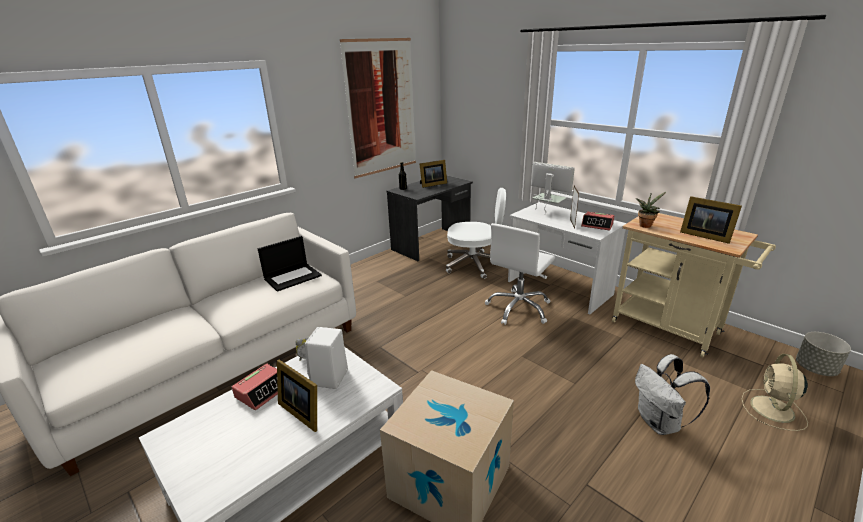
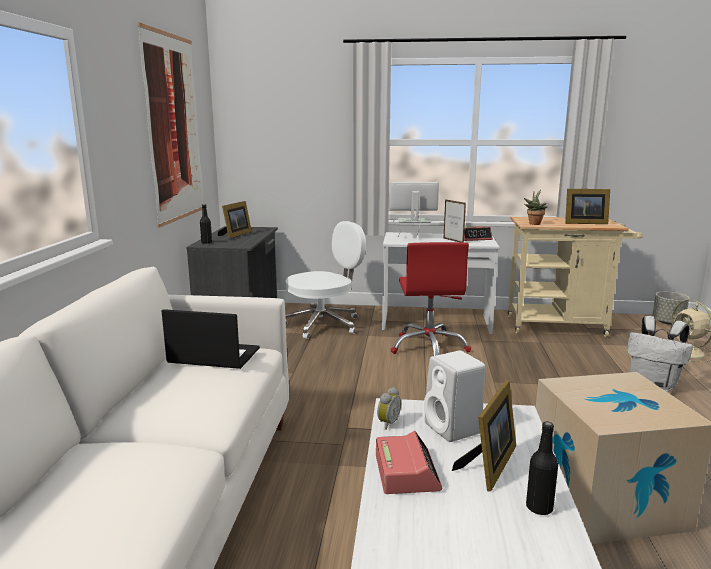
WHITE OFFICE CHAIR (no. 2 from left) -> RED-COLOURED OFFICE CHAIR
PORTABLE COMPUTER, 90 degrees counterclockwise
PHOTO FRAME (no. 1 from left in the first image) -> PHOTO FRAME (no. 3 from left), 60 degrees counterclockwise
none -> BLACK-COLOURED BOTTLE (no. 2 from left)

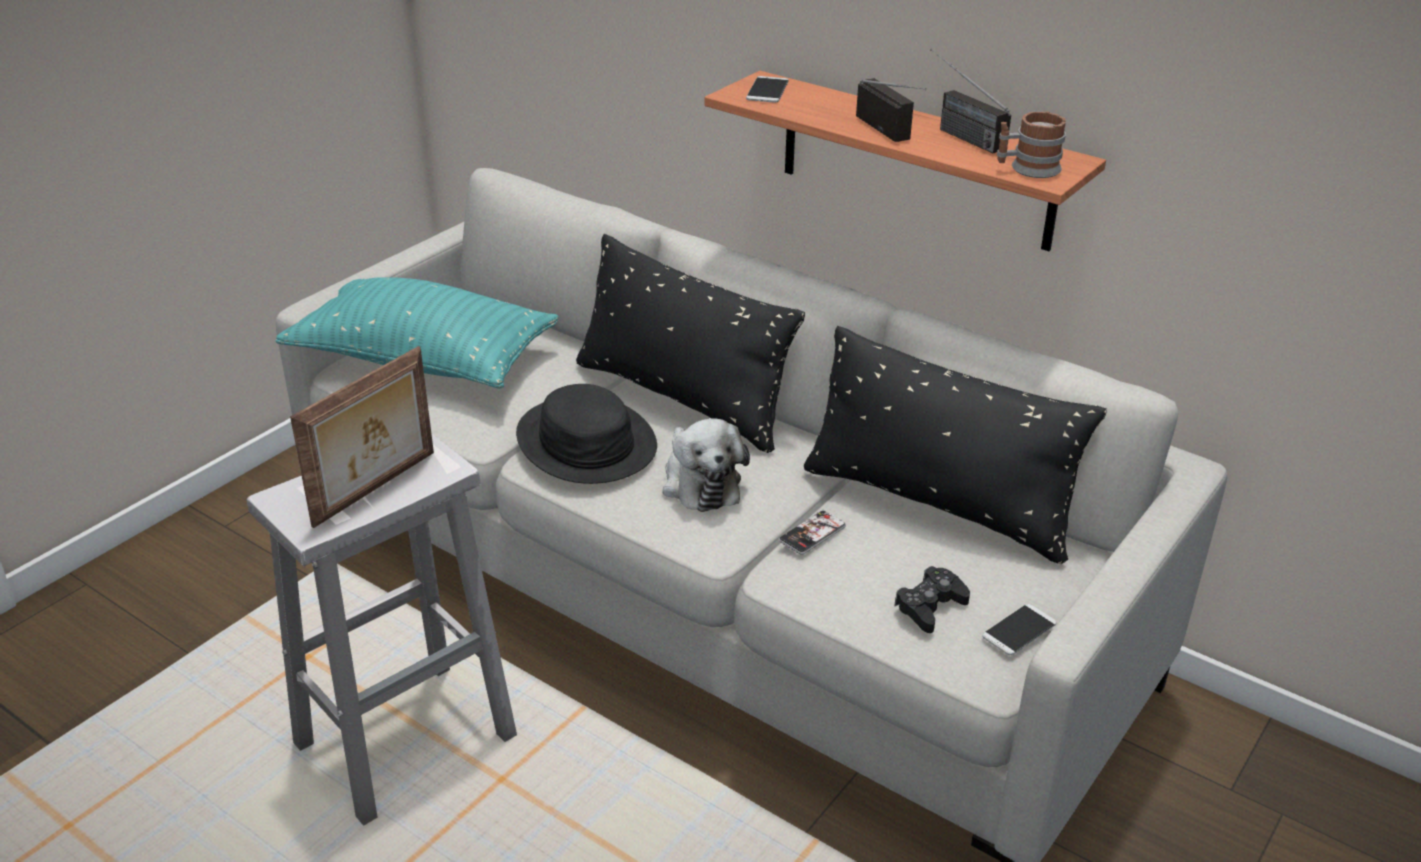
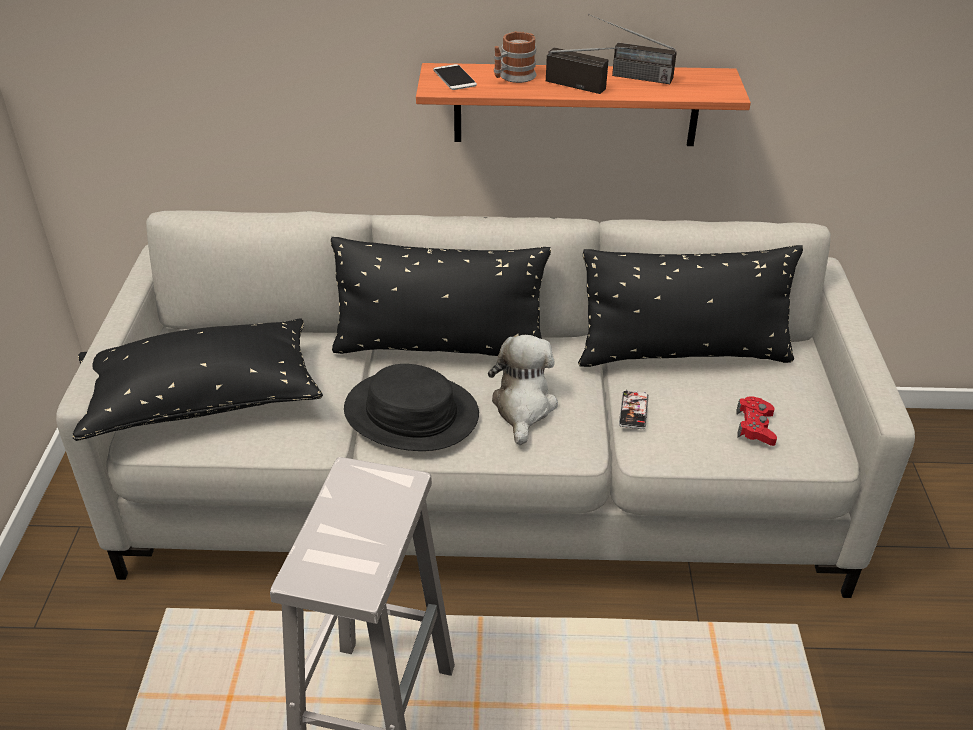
COFFEE MUG, relocated
BLUE-GREEN THROW PILLOW -> BLACK-COLOURED THROW PILLOW (no. 1 from left)
PHOTO FRAME -> none
CUDDLY TOY, 120 degrees counterclockwise
BLACK-COLOURED GAME CONTROLLER -> RED-COLOURED GAME CONTROLLER
PHONE (no. 3 from left) -> none

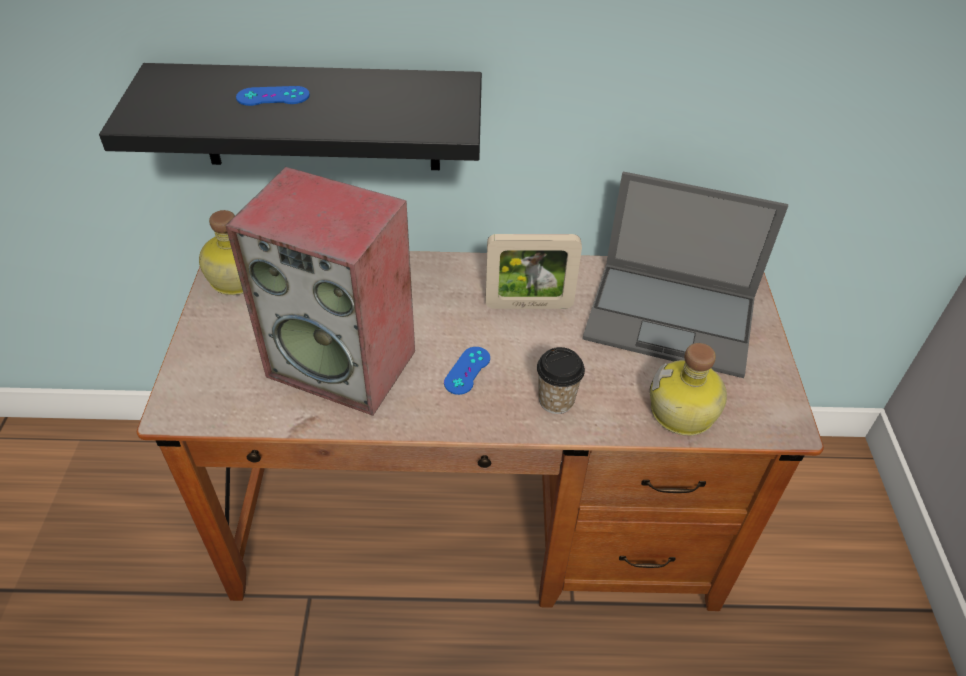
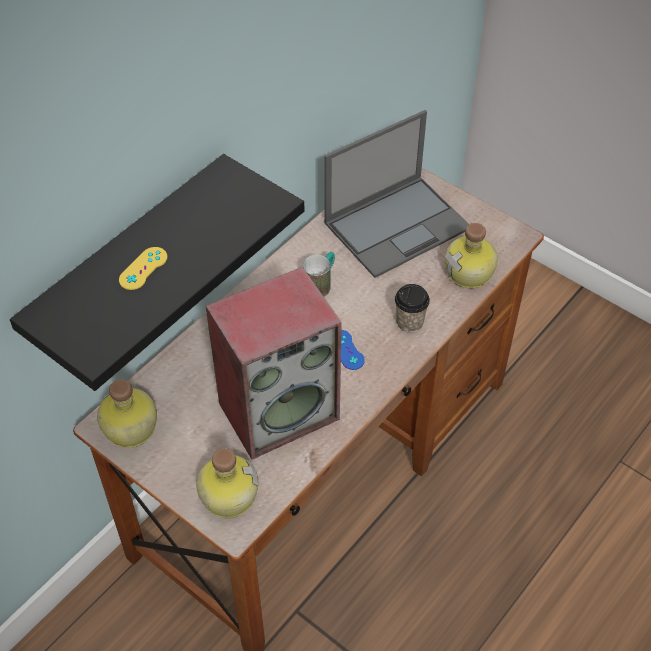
BLUE GAME CONTROLLER (no. 1 from left) -> YELLOW-COLOURED GAME CONTROLLER
PHOTO FRAME -> COFFEE MUG
none -> BOTTLE (no. 2 from left)

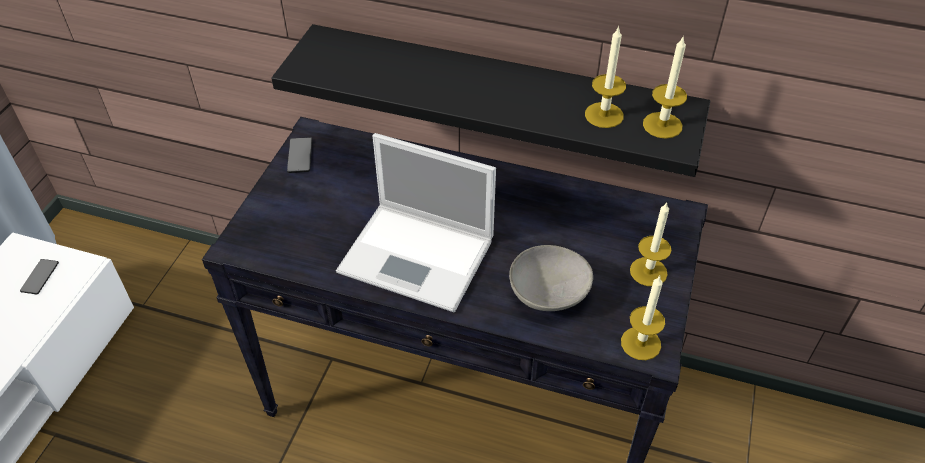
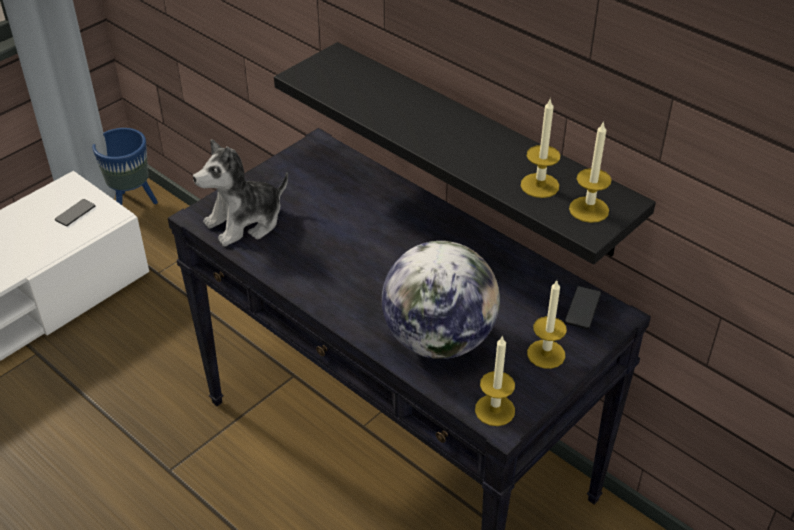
PORTABLE COMPUTER -> none
PHONE (no. 2 from left), relocated
GREYISH BOWL -> DESK GLOBE
none -> BLUE FLOWER POT
none -> CUDDLY TOY

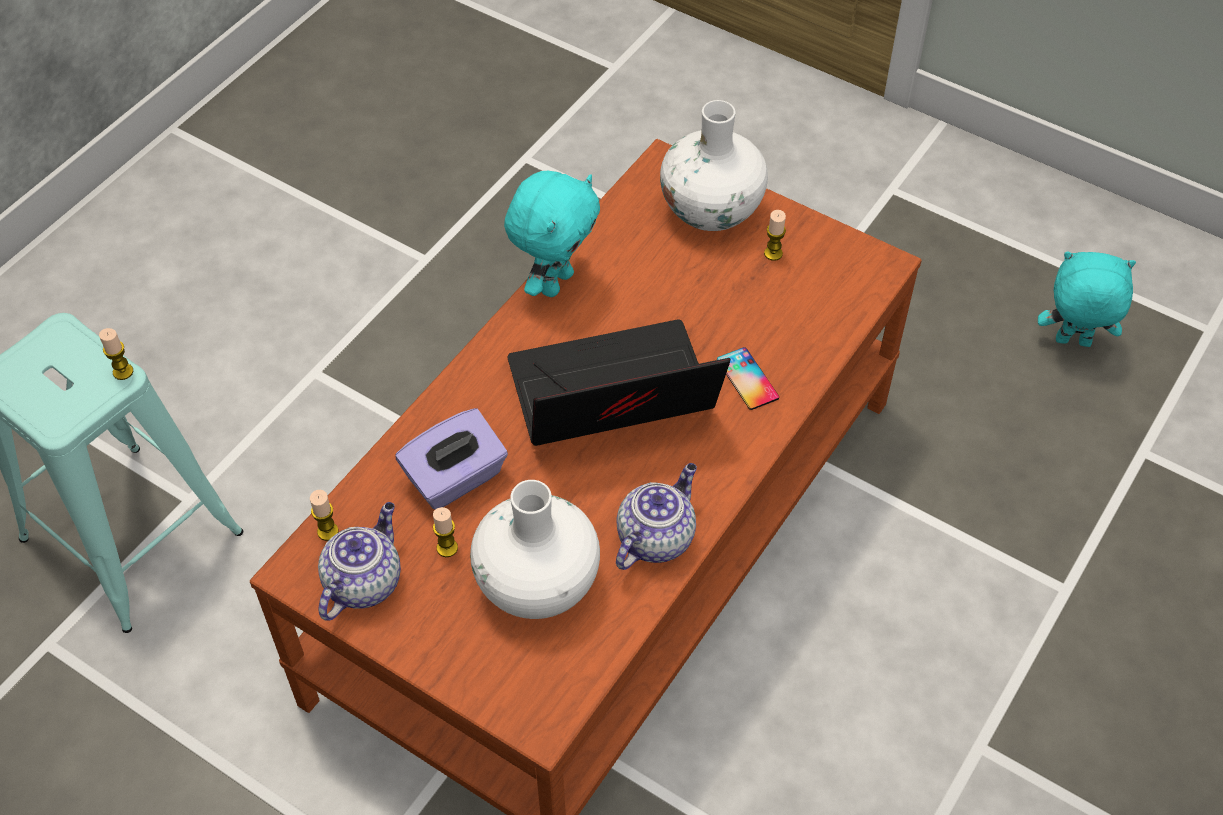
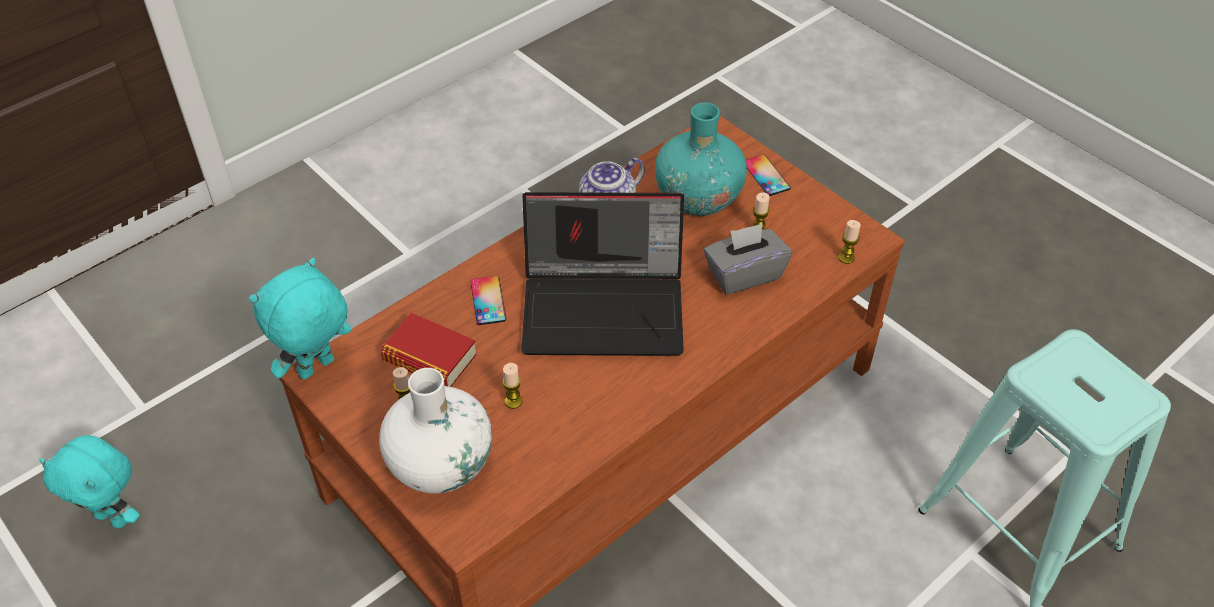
BLUE-GREEN CUDDLY TOY (no. 1 from left in the first image) -> BLUE-GREEN CUDDLY TOY (no. 2 from left), relocated
WAX CANDLE (no. 1 from left in the first image) -> WAX CANDLE (no. 2 from left), relocated
PURPLE TISSUE BOX -> GREYISH TISSUE BOX
WHITE FLOWER VASE (no. 1 from left) -> BLUE-GREEN FLOWER VASE
POT FOR TEA (no. 1 from left) -> none
none -> PHONE (no. 2 from left)
none -> VOLUME

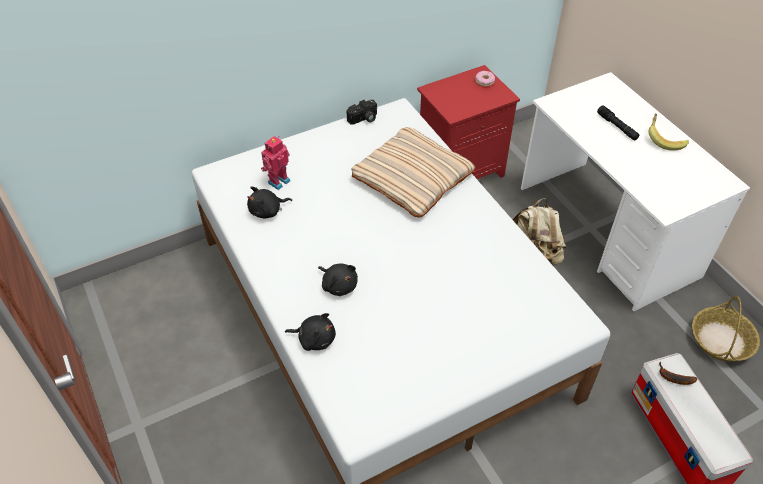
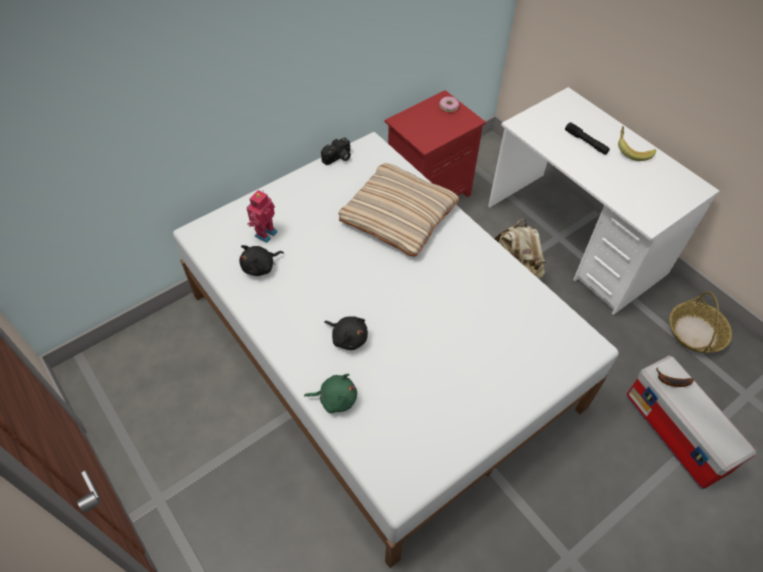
BLACK-COLOURED CUDDLY TOY (no. 2 from left) -> GREEN CUDDLY TOY

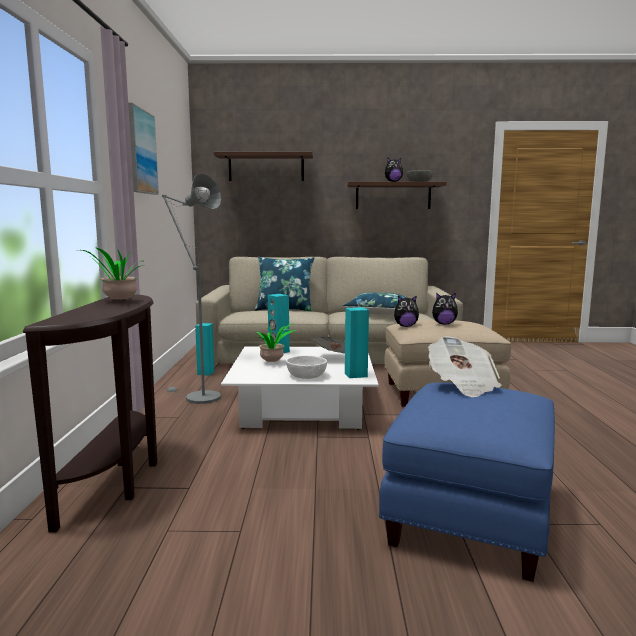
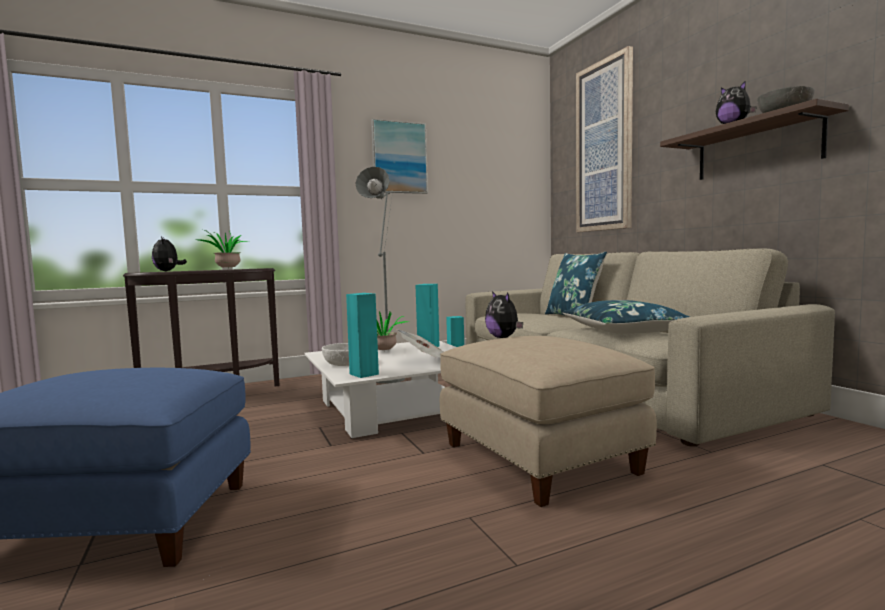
SHELF (no. 1 from left) -> WALL PICTURE (no. 2 from left)
CUDDLY TOY (no. 3 from left in the first image) -> CUDDLY TOY (no. 1 from left), relocated
PRINTED PAPER (no. 2 from left) -> none

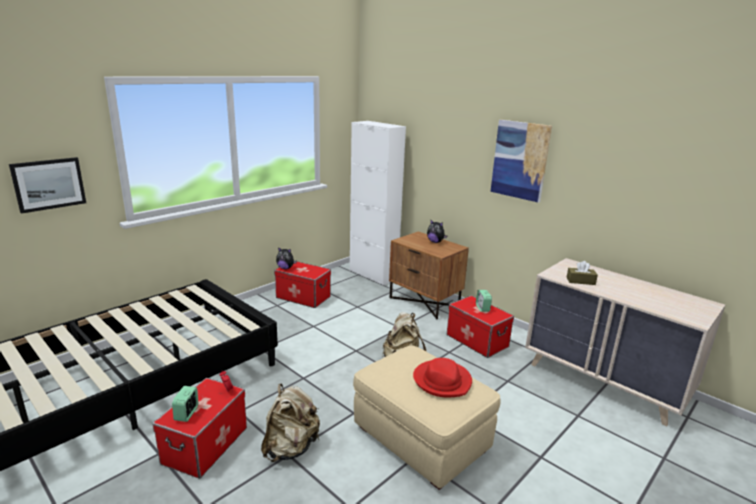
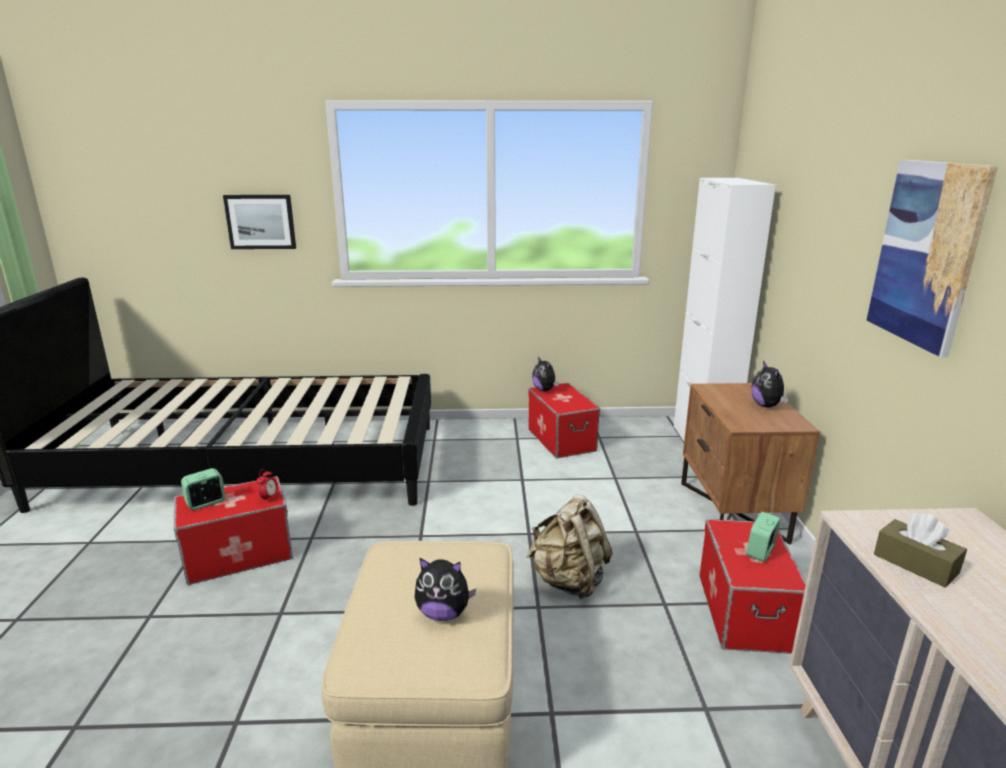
RED-COLOURED HAT -> CUDDLY TOY (no. 1 from left)
BEIGE BACKPACK (no. 1 from left) -> none

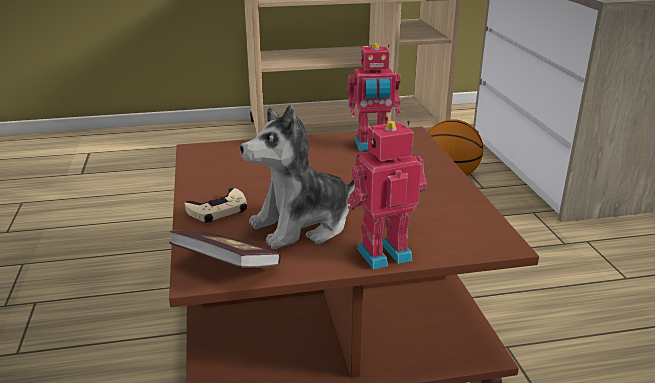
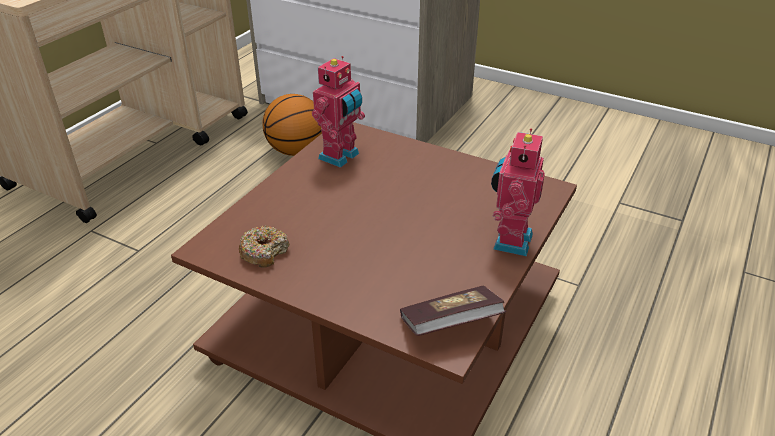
CUDDLY TOY -> none
BEIGE GAME CONTROLLER -> none
none -> RING DOUGHNUT

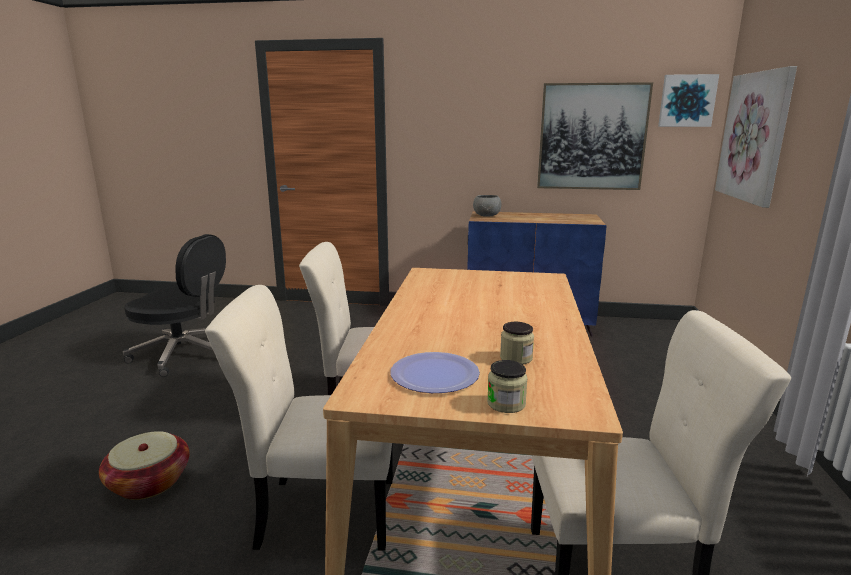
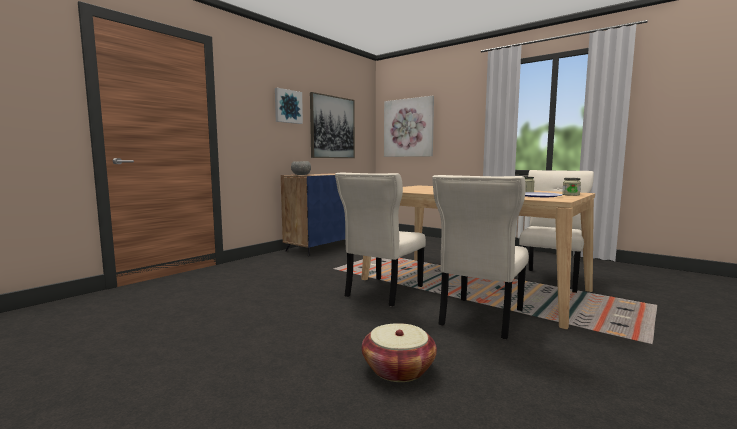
WALL PICTURE (no. 2 from left in the first image) -> WALL PICTURE (no. 1 from left), relocated
BLACK-COLOURED OFFICE CHAIR -> none

